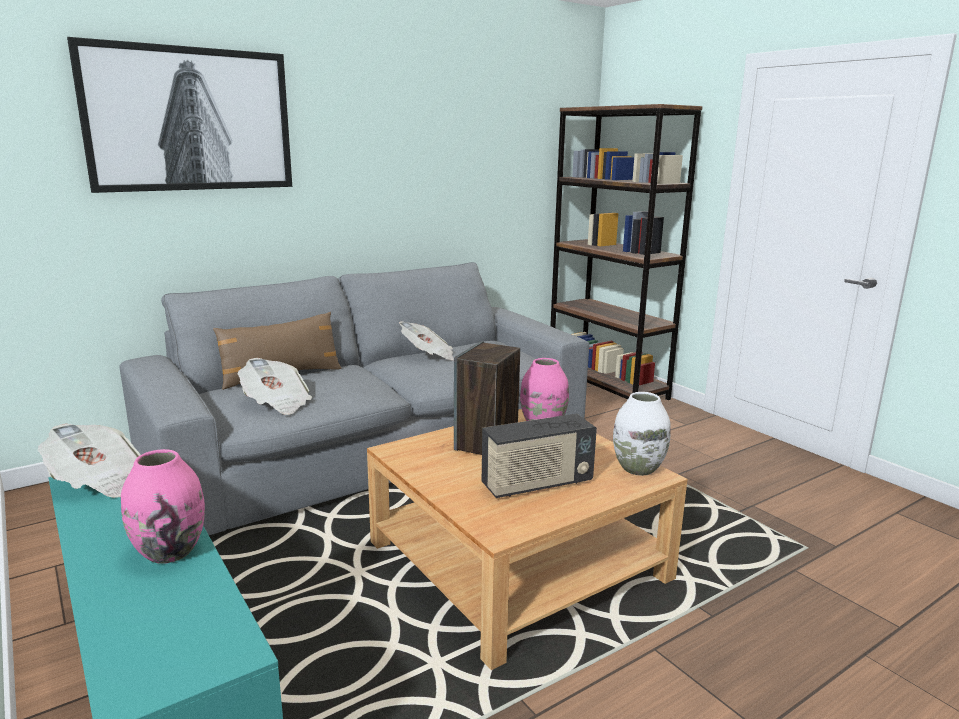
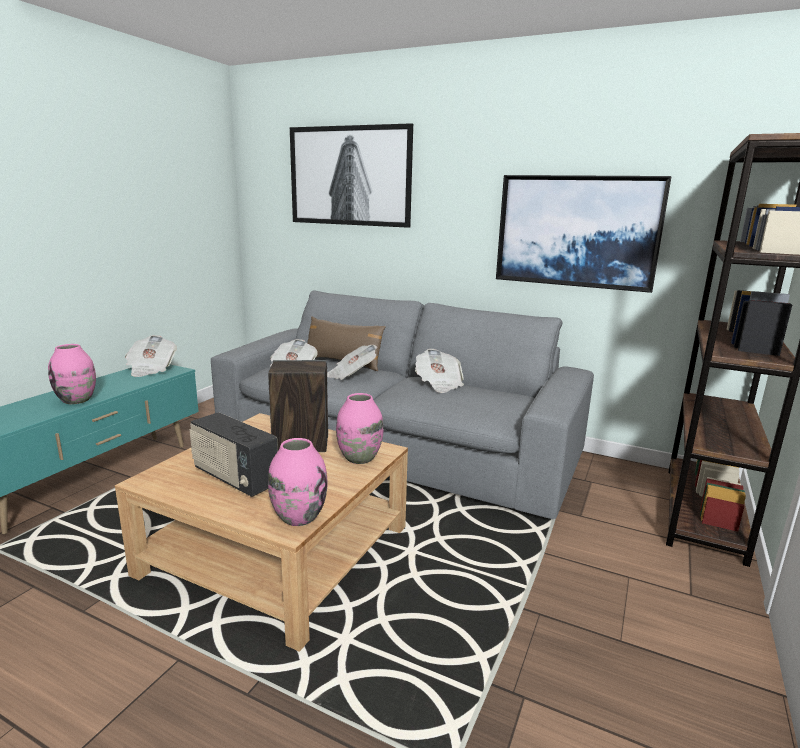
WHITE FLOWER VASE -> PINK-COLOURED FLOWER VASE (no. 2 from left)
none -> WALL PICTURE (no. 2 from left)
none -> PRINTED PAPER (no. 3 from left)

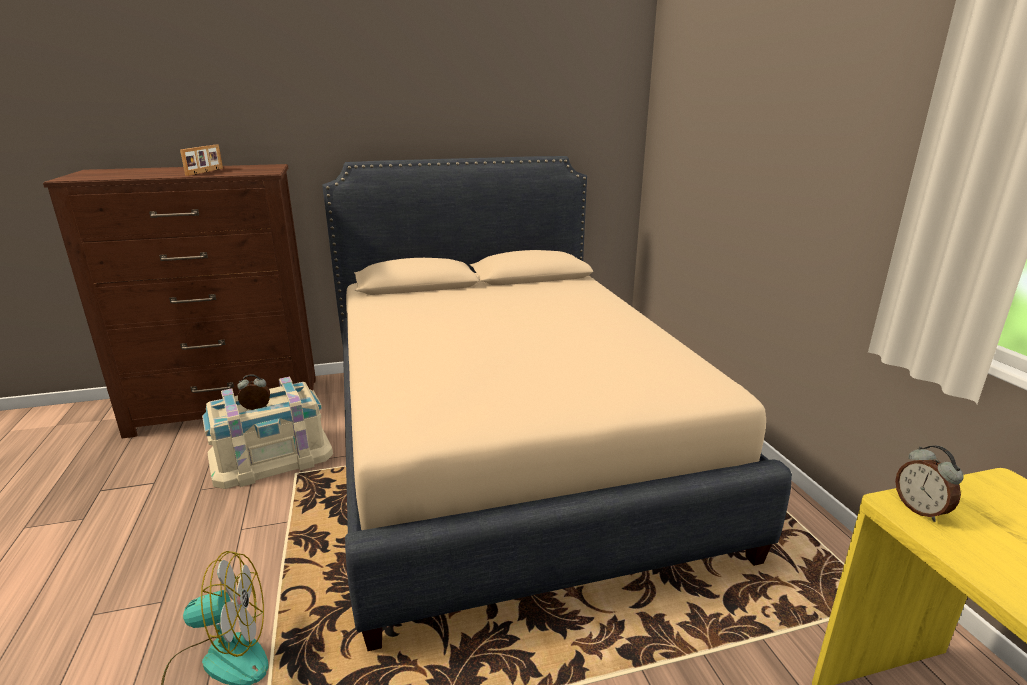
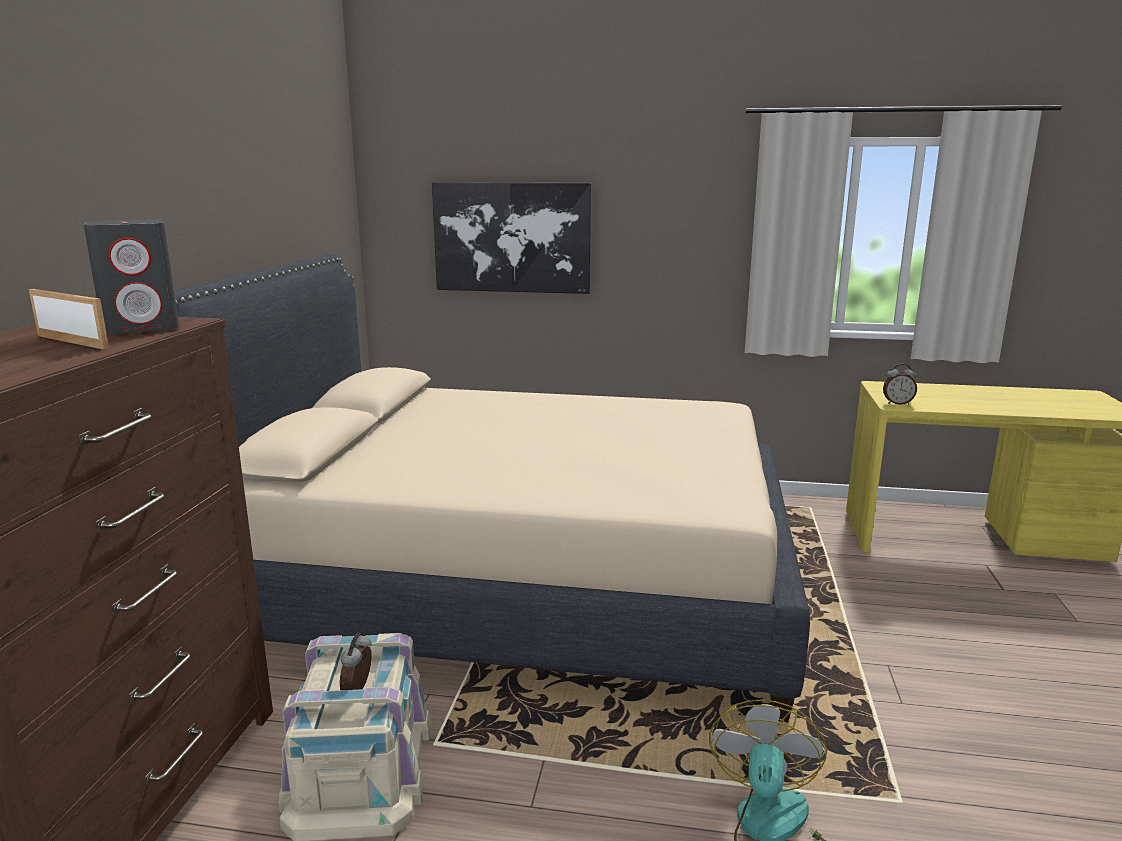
none -> WALL PICTURE
none -> GREYISH AUDIO SPEAKER

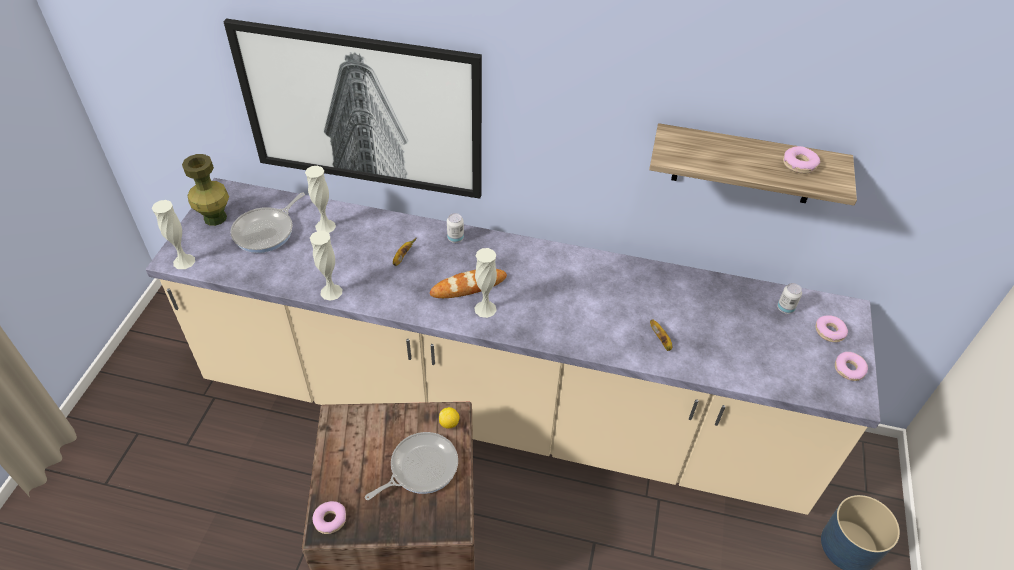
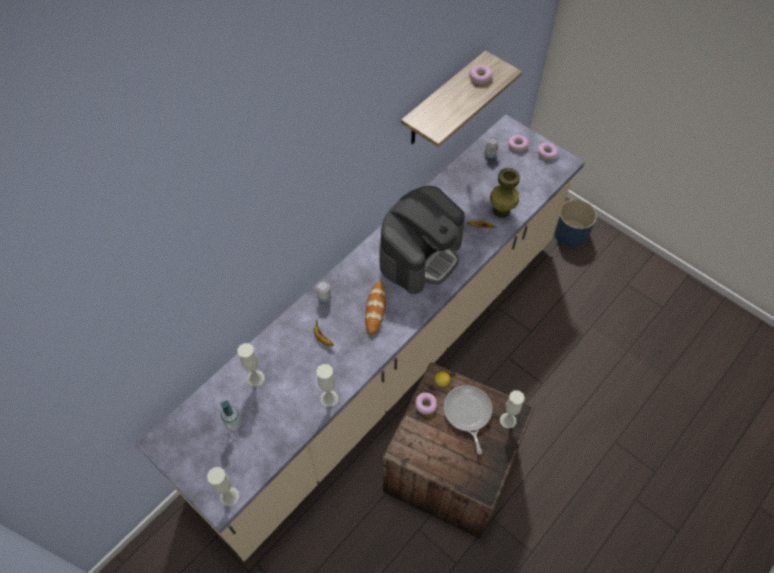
WALL PICTURE -> none
GREEN FLOWER VASE, relocated
FRYING PAN (no. 1 from left) -> SOAP DISPENSER
WHITE FLOWER VASE (no. 4 from left), relocated
RING DOUGHNUT (no. 1 from left), relocated
none -> COFFEE MACHINE

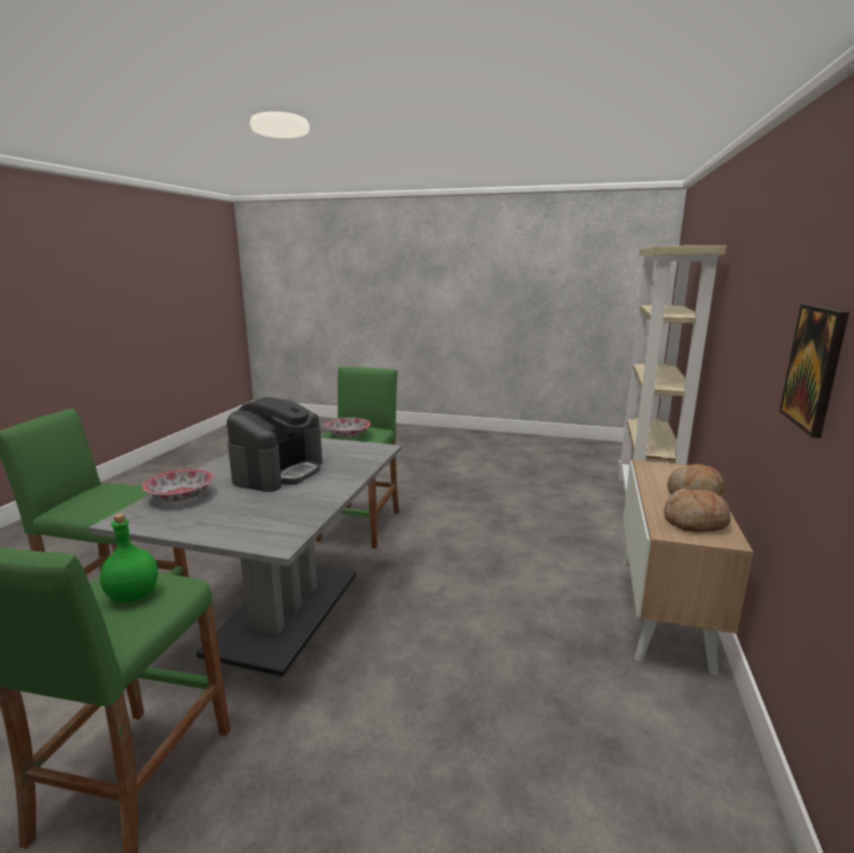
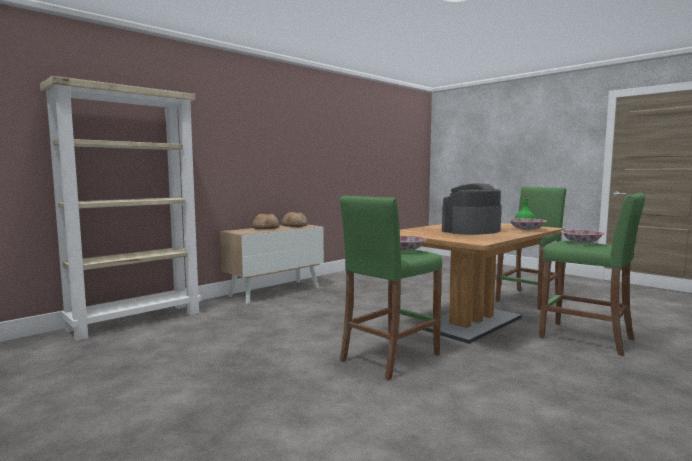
WALL PICTURE -> none
GREYISH DINING TABLE -> BROWN-COLOURED DINING TABLE
none -> BOWL (no. 3 from left)

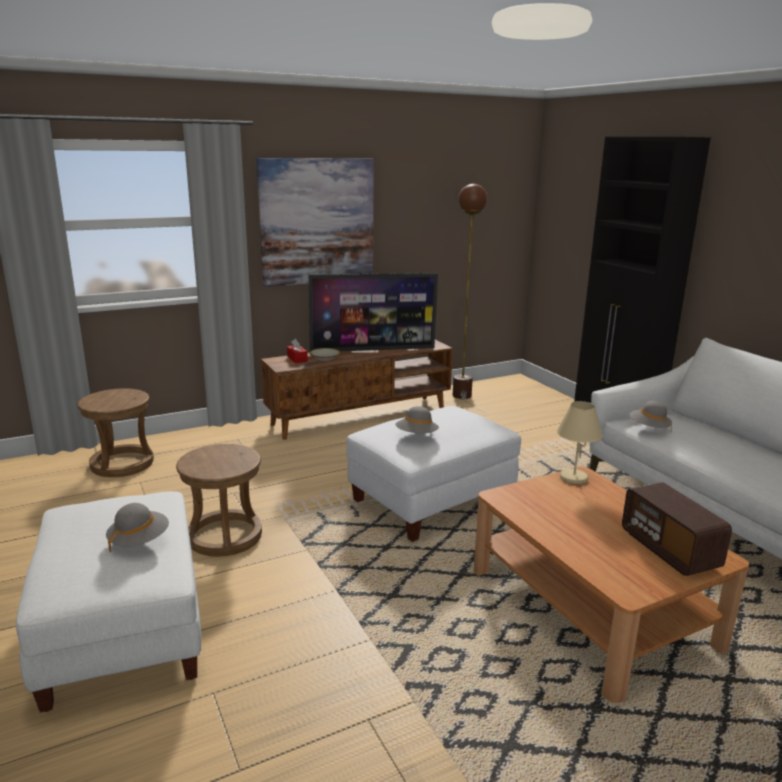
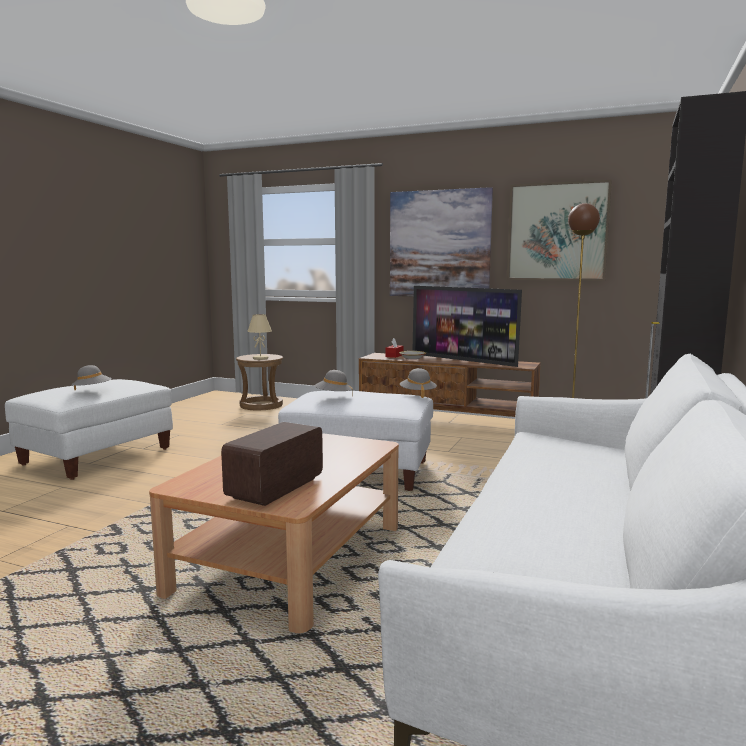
BEIGE TABLE LAMP, relocated
GREYISH HAT (no. 3 from left), relocated
BROWN-COLOURED SITTING STOOL (no. 2 from left) -> none
none -> WALL PICTURE (no. 2 from left)

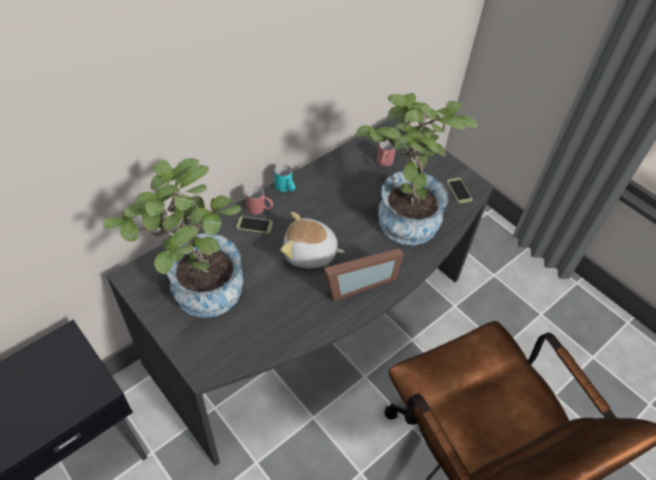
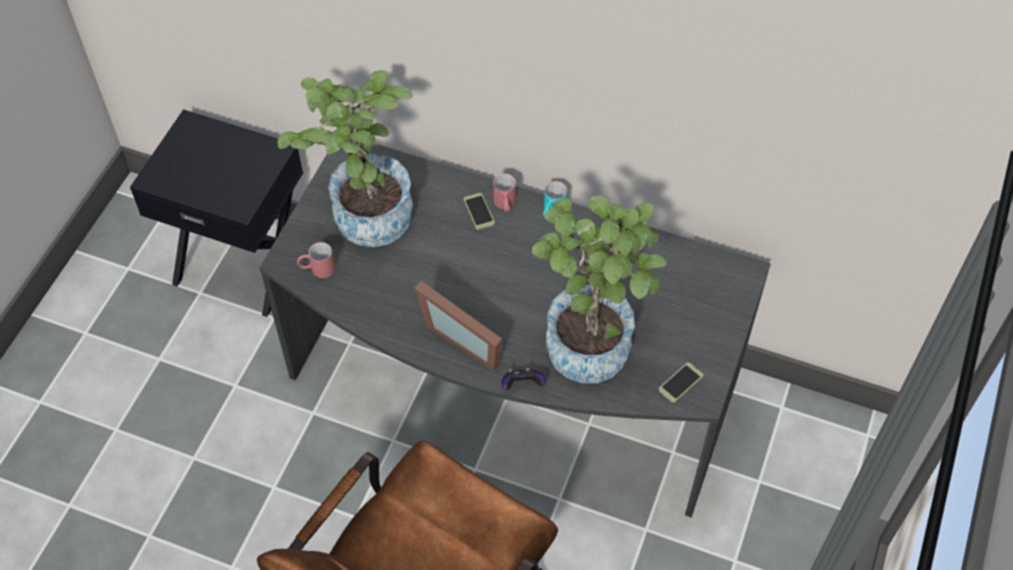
RED-COLOURED COFFEE MUG (no. 2 from left in the first image) -> RED-COLOURED COFFEE MUG (no. 1 from left), relocated
CUDDLY TOY -> none
none -> GAME CONTROLLER

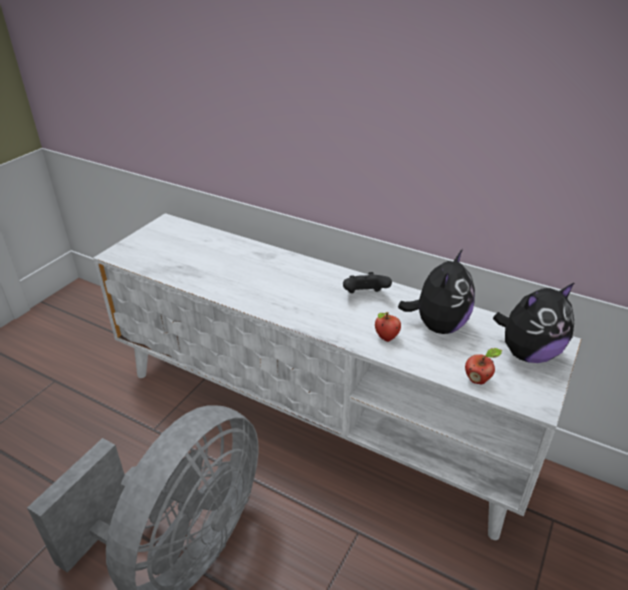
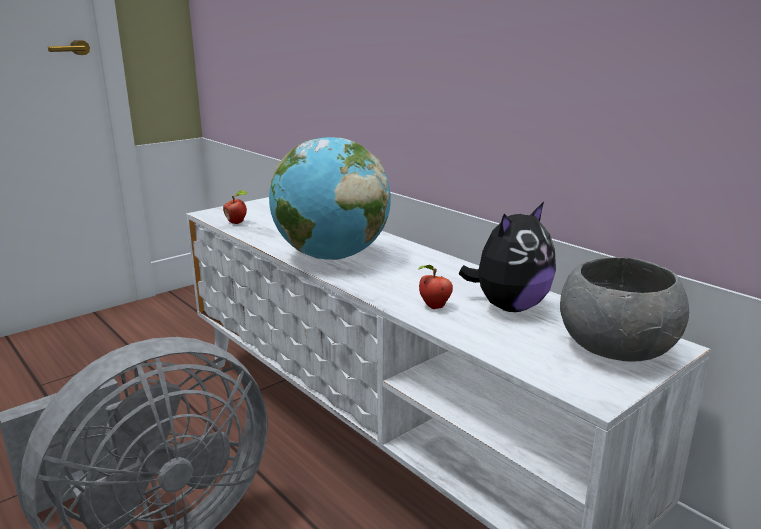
BLACK-COLOURED GAME CONTROLLER -> none
CUDDLY TOY (no. 2 from left) -> GREYISH BOWL
WHOLE APPLE (no. 2 from left in the first image) -> WHOLE APPLE (no. 1 from left), relocated
none -> DESK GLOBE

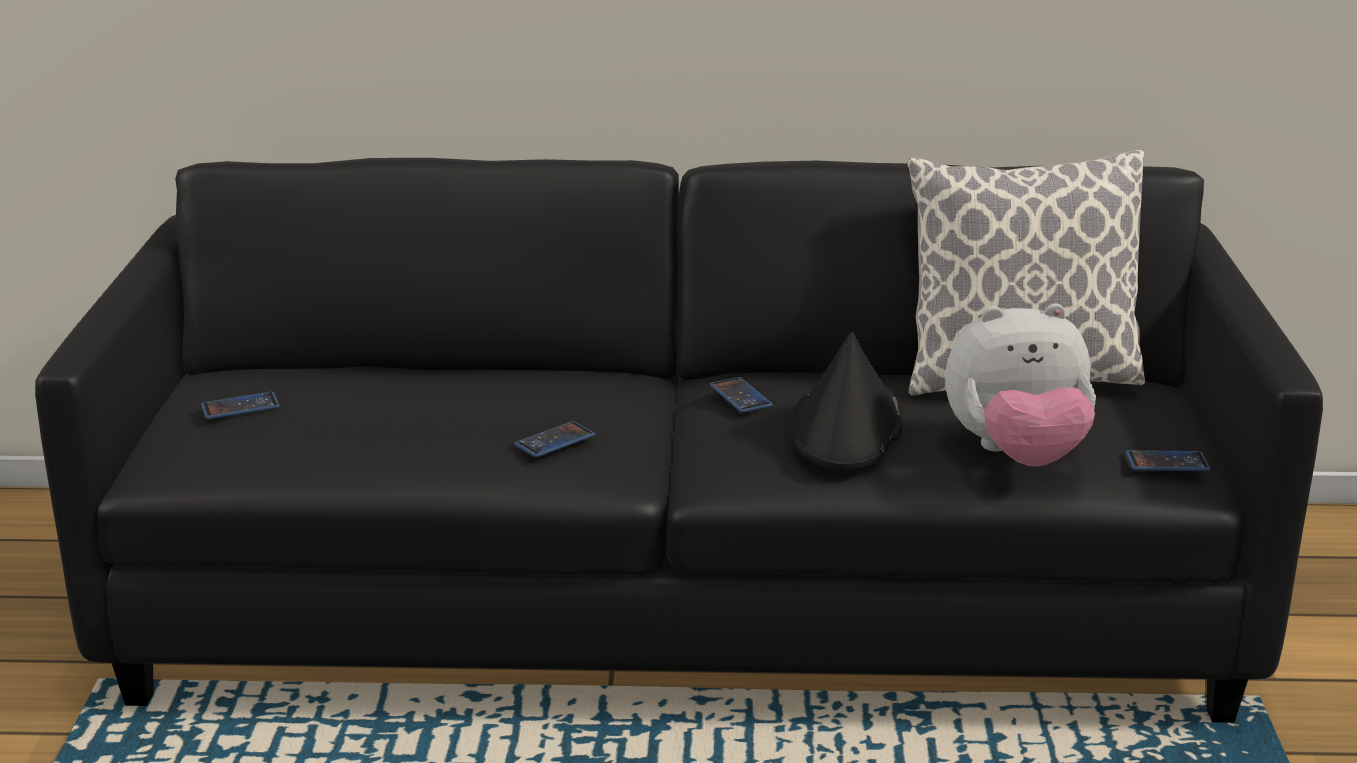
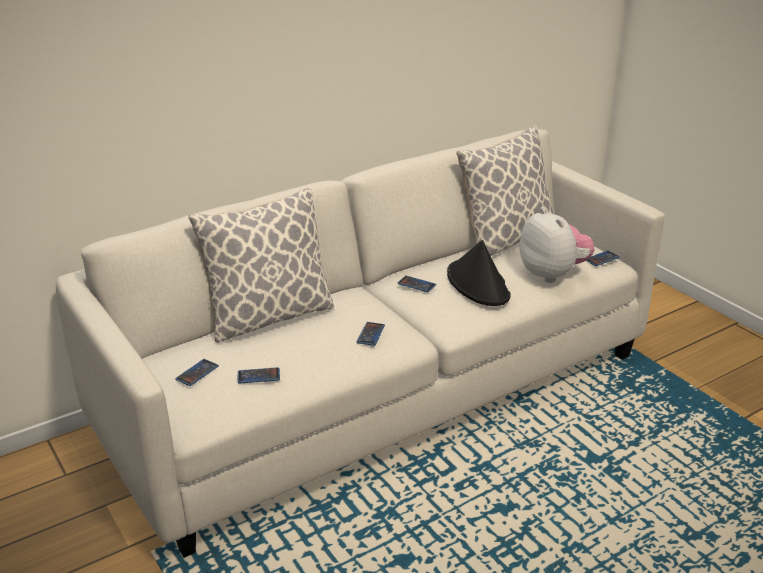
BLACK-COLOURED COUCH -> WHITE COUCH
CUDDLY TOY, 75 degrees counterclockwise
none -> THROW PILLOW (no. 1 from left)
none -> PHONE (no. 2 from left)

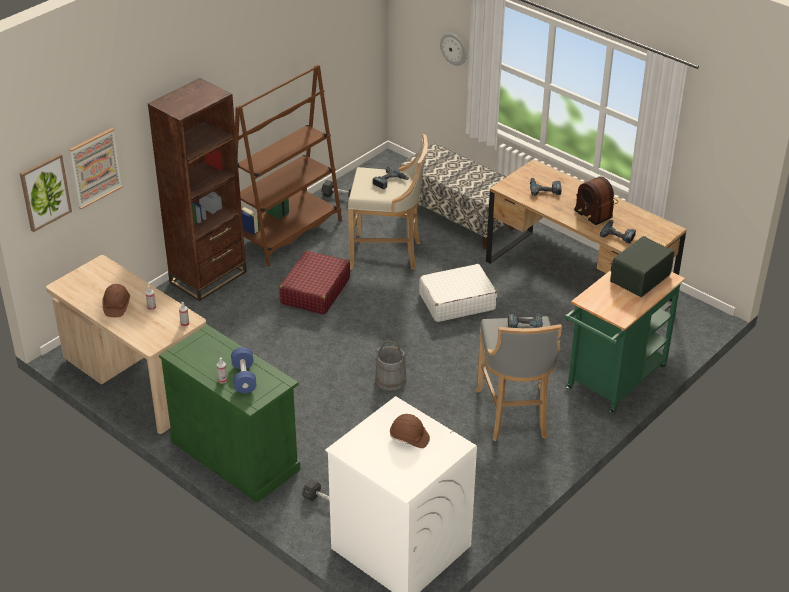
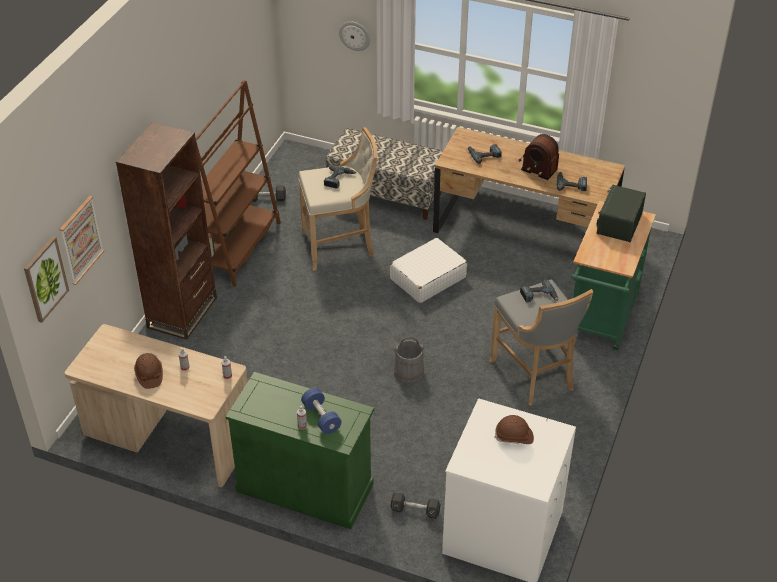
RED-COLOURED SUITCASE -> none

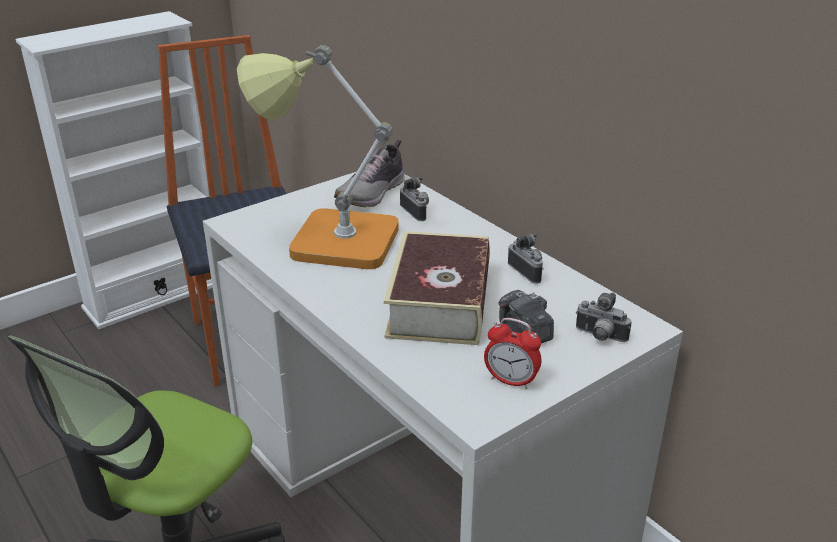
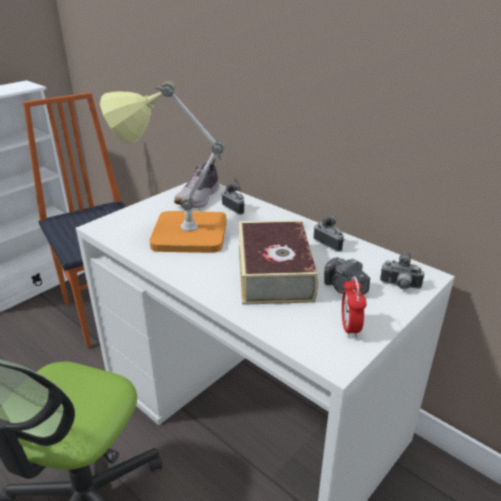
BEDSIDE CLOCK, 75 degrees clockwise

